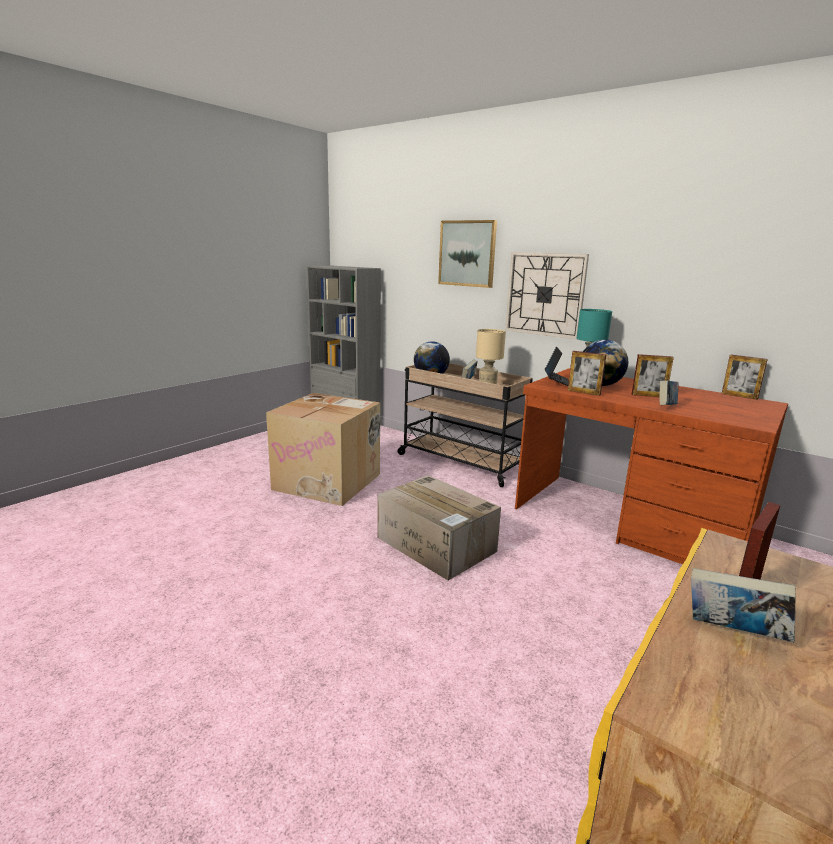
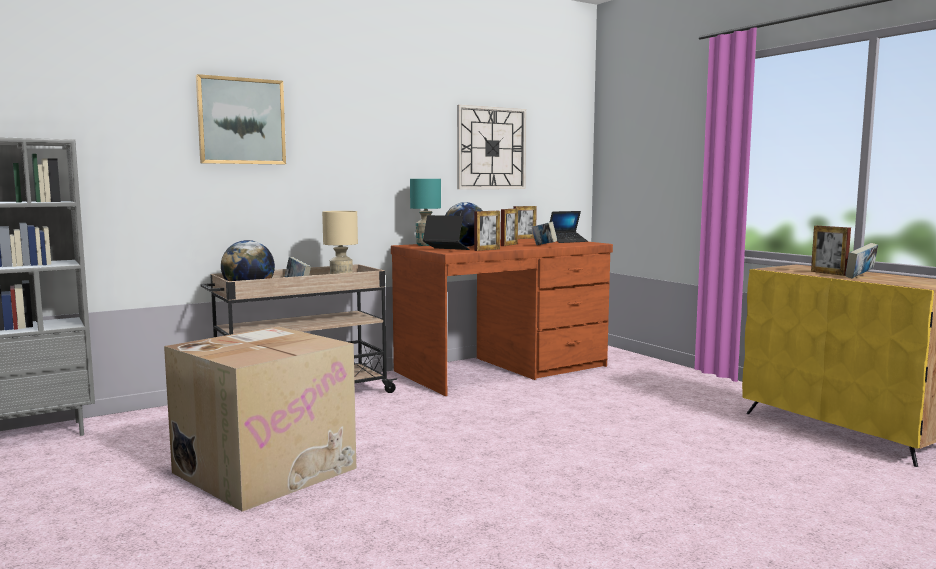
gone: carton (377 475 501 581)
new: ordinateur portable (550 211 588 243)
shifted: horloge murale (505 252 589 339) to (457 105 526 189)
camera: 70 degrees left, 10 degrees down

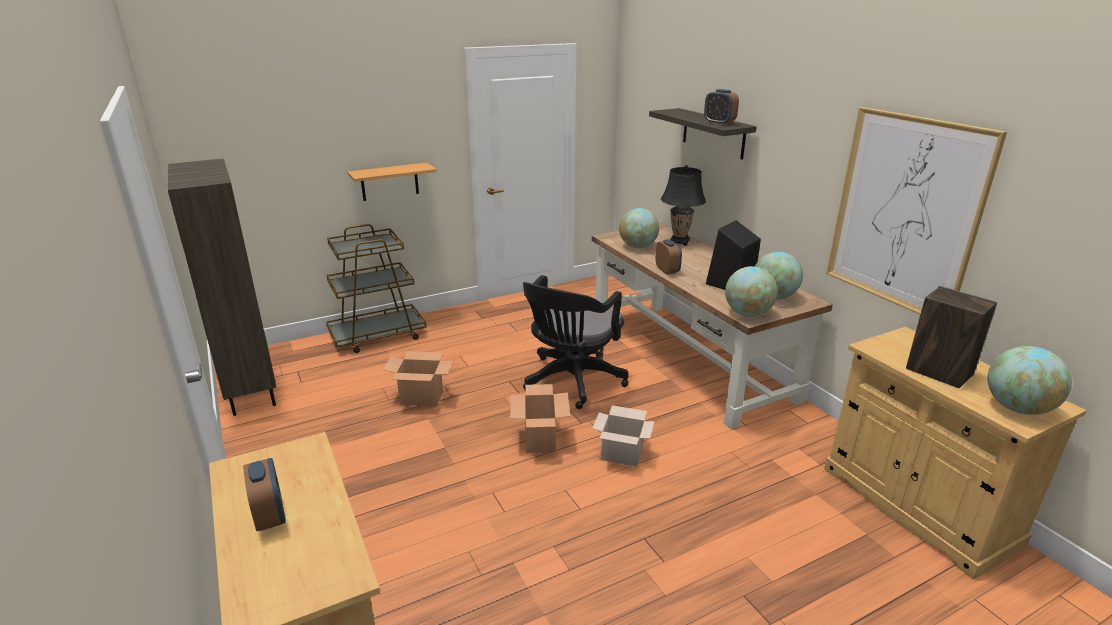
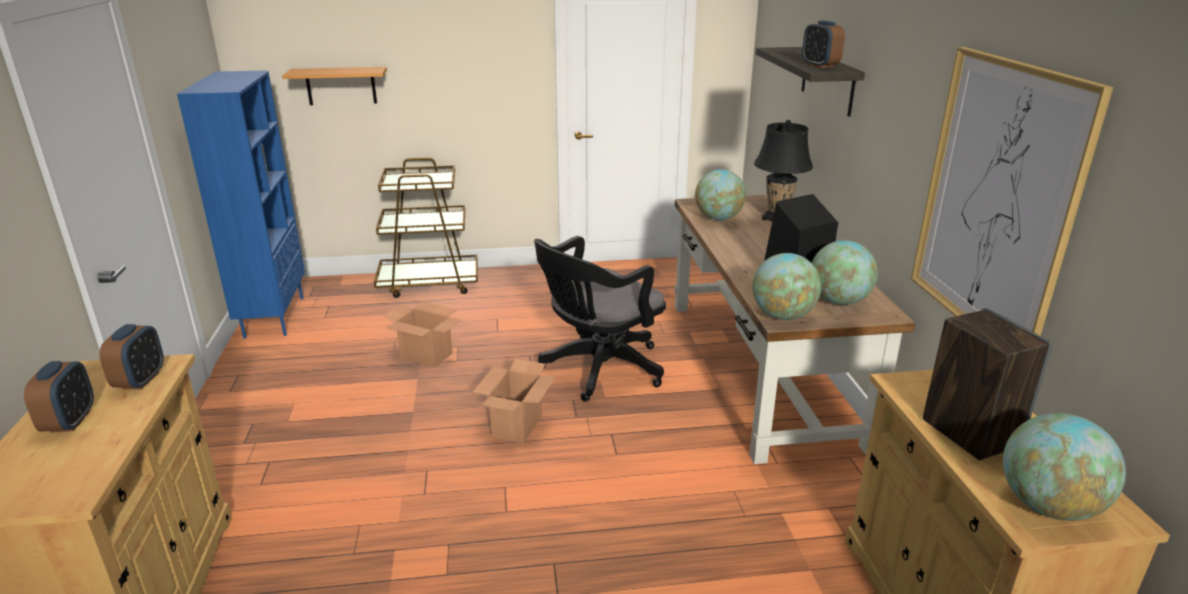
gone: carton (592 405 655 467)
shifted: étagère (348 163 437 201) to (282 67 387 105); réveil (656 239 682 275) to (99 324 164 390)
repainted: bibliothèque (marron) (168 159 276 416) to bibliothèque (bleu) (177 70 305 339)
camera: 20 degrees right, 0 degrees up

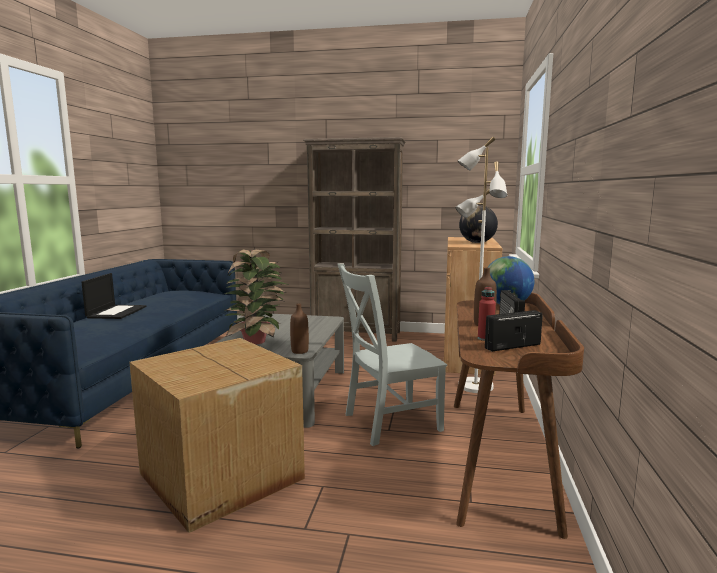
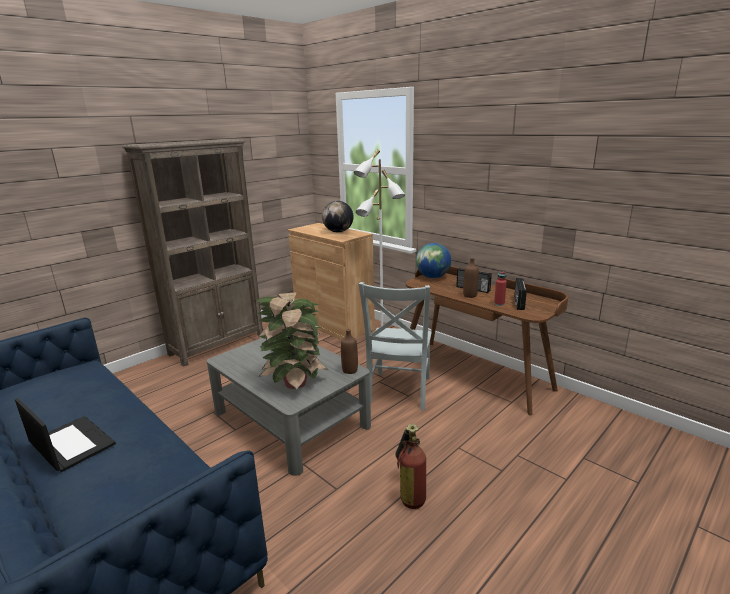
swapped: carton (129 338 305 533) to extincteur (395 424 426 509)
camera: 55 degrees left, 10 degrees up

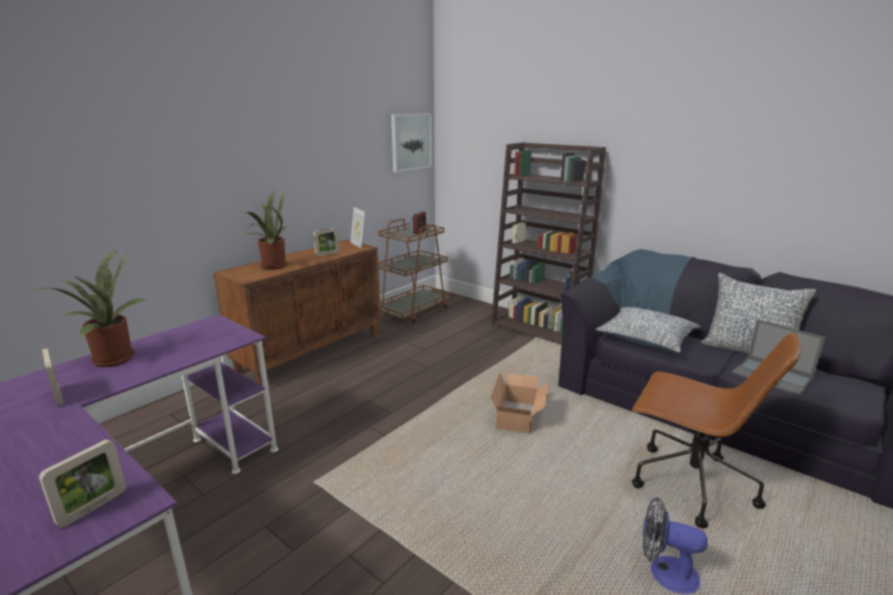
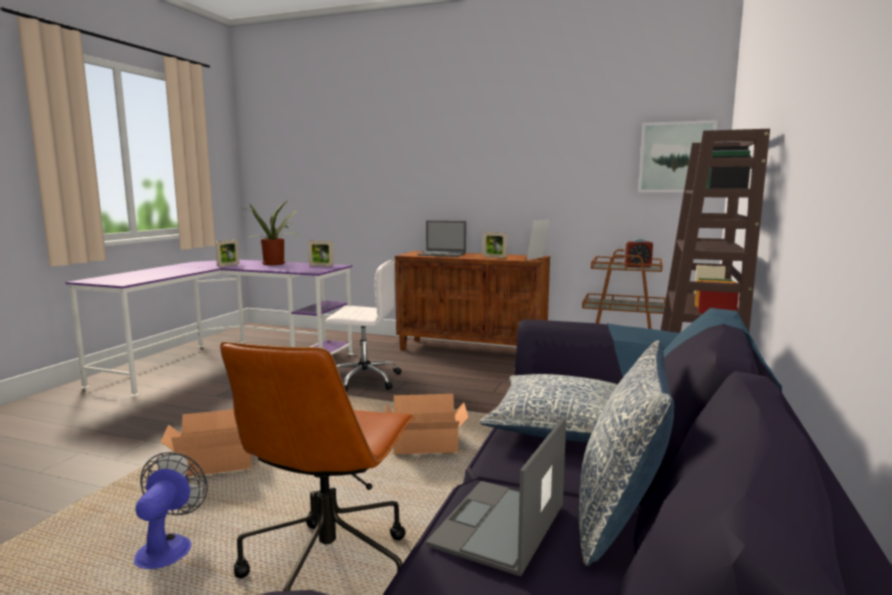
new: chaise de bureau (blanc) (325 260 401 392); carton (161 409 252 477)
shifted: cadre photo (39 439 126 528) to (308 241 334 266)
swapped: plante en pot (239 192 289 270) to ordinateur portable (418 221 466 257)
camera: 70 degrees right, 10 degrees down

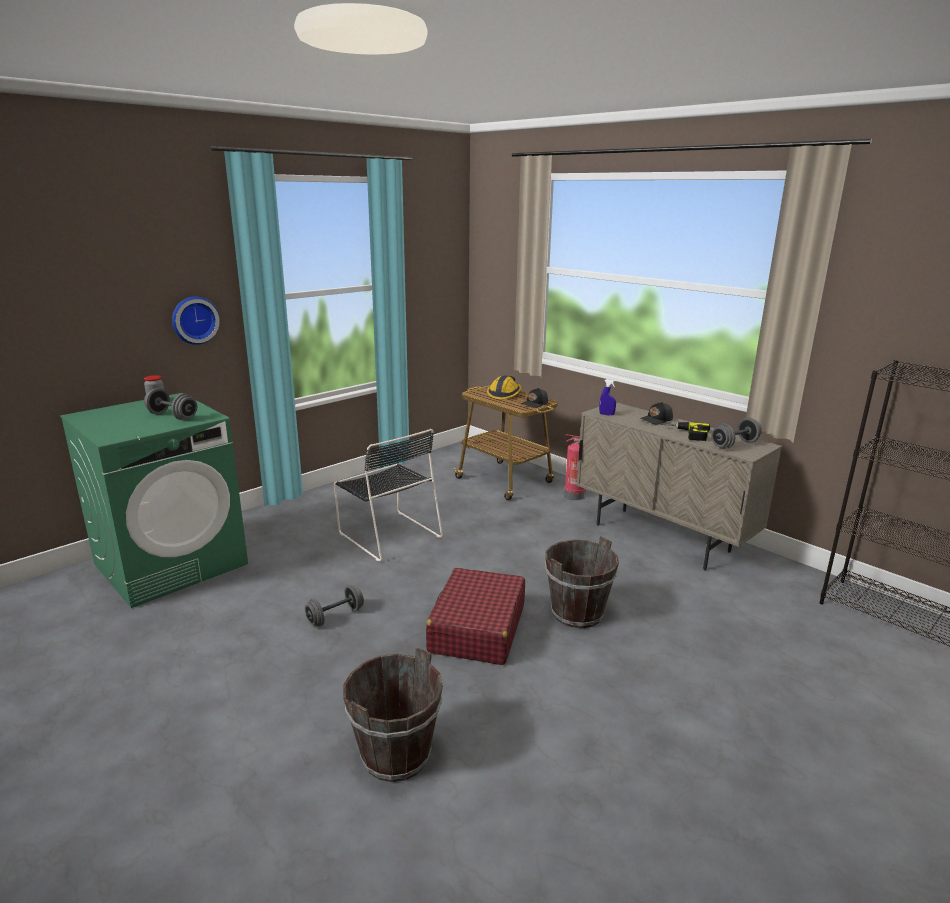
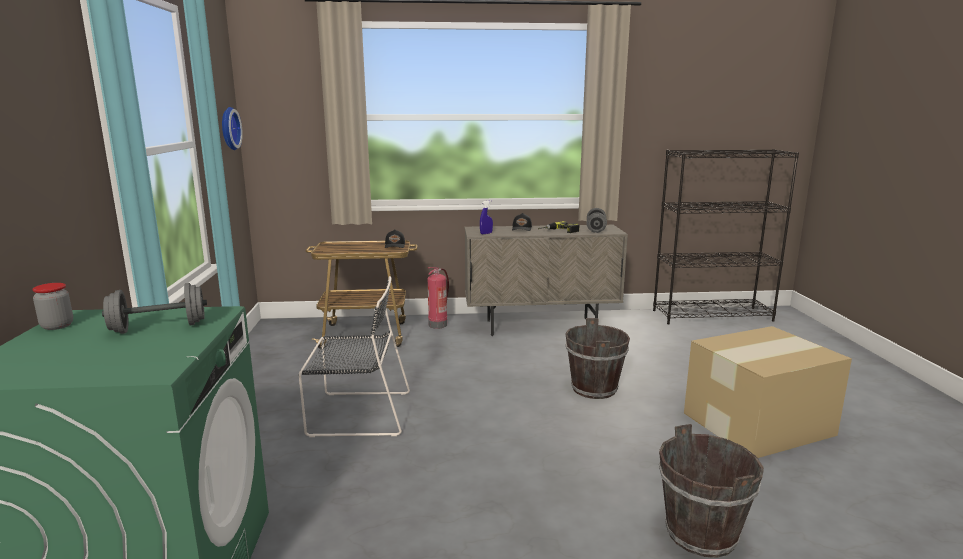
gone: casque de chantier (487 375 521 399); valise (rouge) (426 568 525 665); haltère (gris) (305 585 364 626)
new: carton (684 326 852 458)
shifted: horloge murale (172 296 220 345) to (222 107 243 150)
camera: 50 degrees left, 5 degrees down

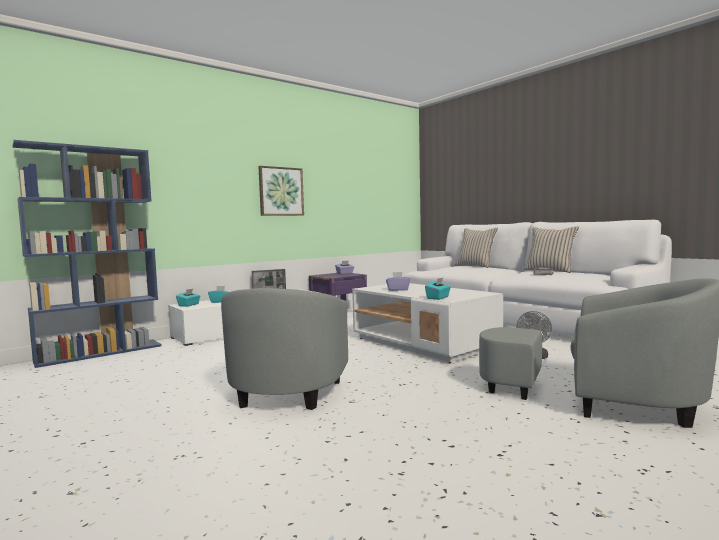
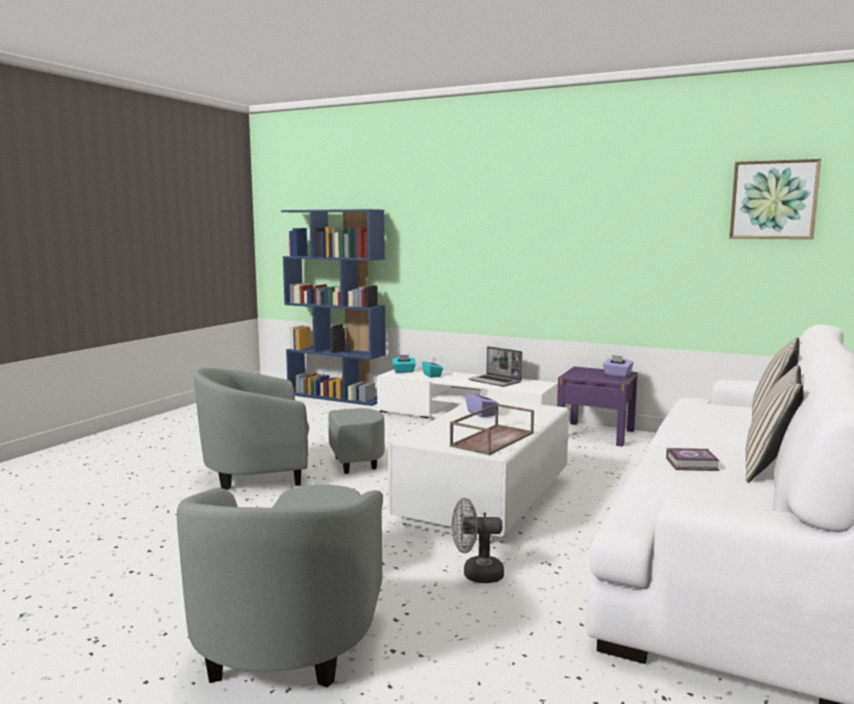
gone: boîte à mouchoirs (turquoise) (425 277 451 300)
new: plateau (marron) (450 404 534 455)
shifted: tableau (258 166 304 216) to (729 159 821 239)
camera: 65 degrees right, 5 degrees up

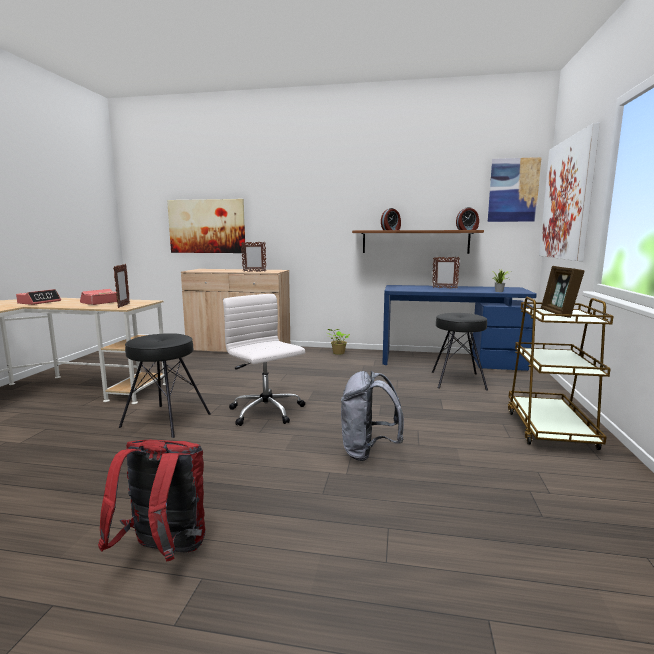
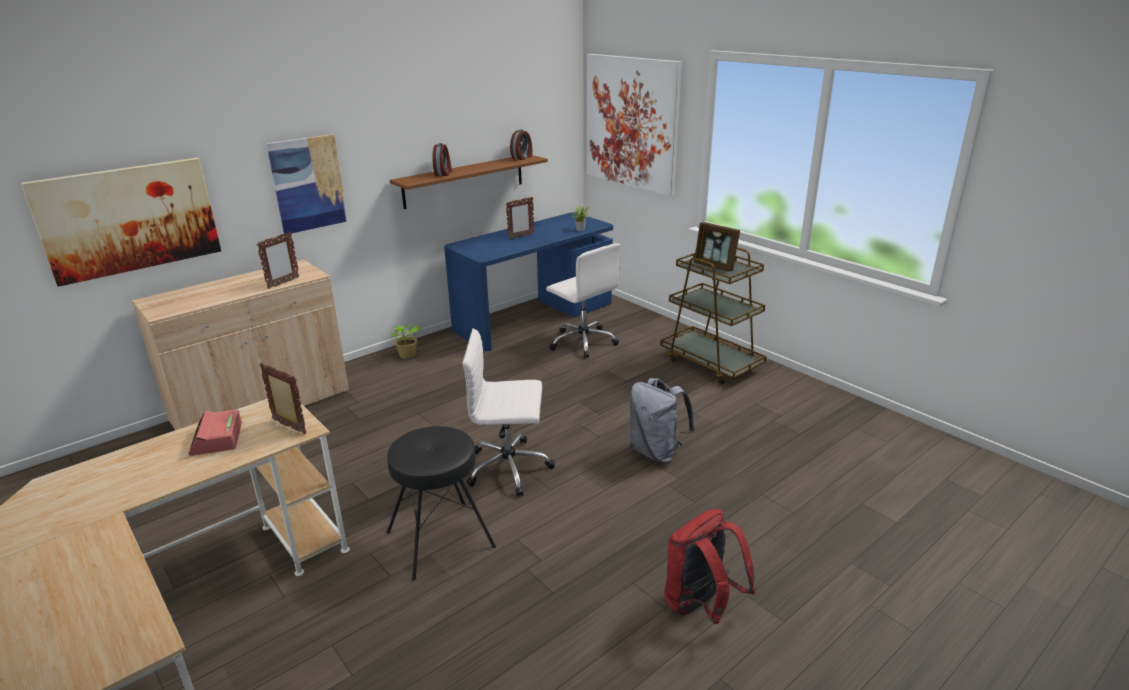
gone: réveil (16 289 61 305)
shifted: tableau (488 157 542 222) to (266 134 348 234)
swapped: tabouret (noir) (432 313 488 391) to chaise de bureau (blanc) (546 243 620 358)
camera: 50 degrees left, 15 degrees up

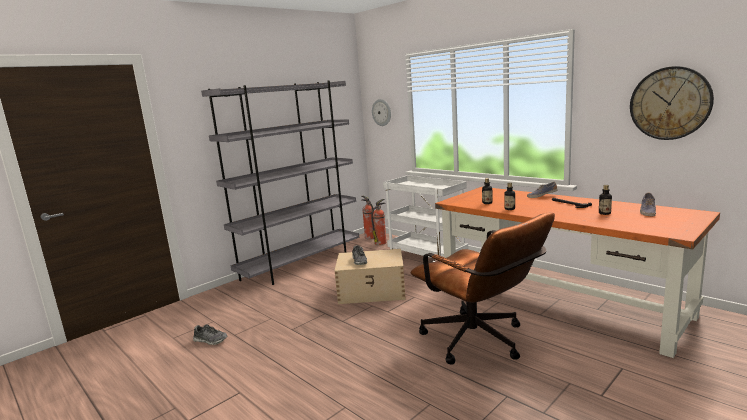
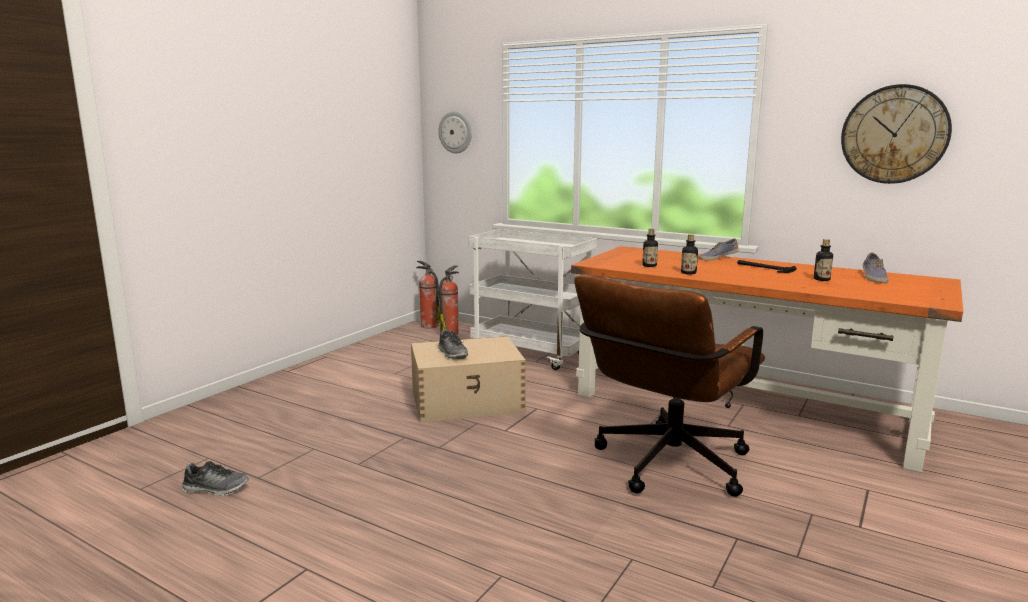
gone: bibliothèque (gris) (201 80 359 285)
rotated: chaise de bureau (marron) (411 212 555 365) = (574 274 765 497) 90 degrees clockwise
camera: 15 degrees left, 0 degrees up

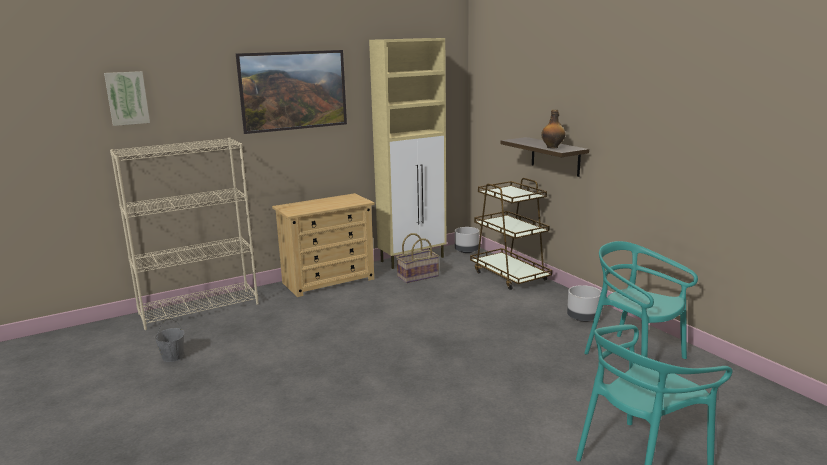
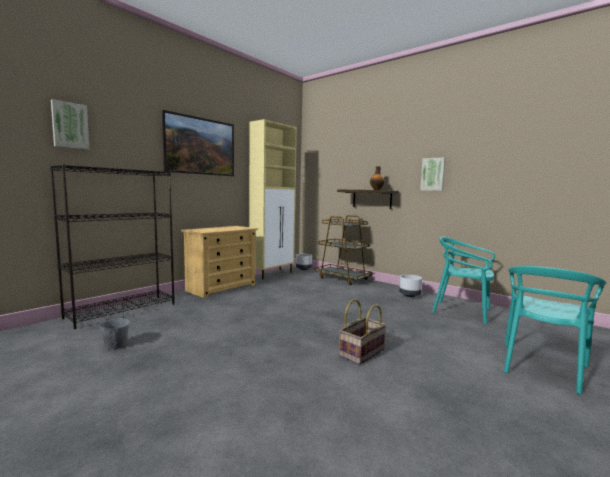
new: tableau (420 157 446 191)
shifted: panier (396 233 439 283) to (339 299 386 365)
repainted: bibliothèque (beige) (110 138 259 330) to bibliothèque (noir) (50 164 175 329)
camera: 20 degrees left, 10 degrees down

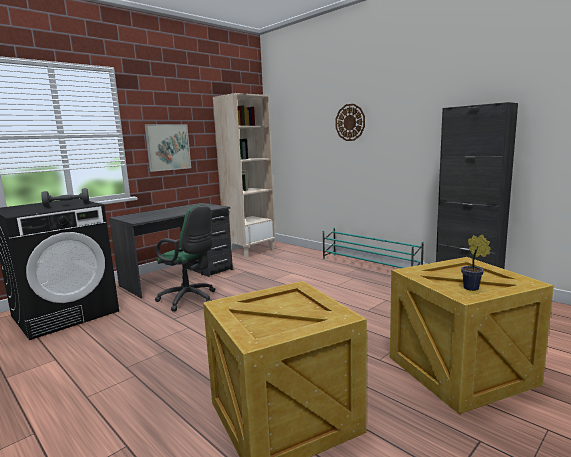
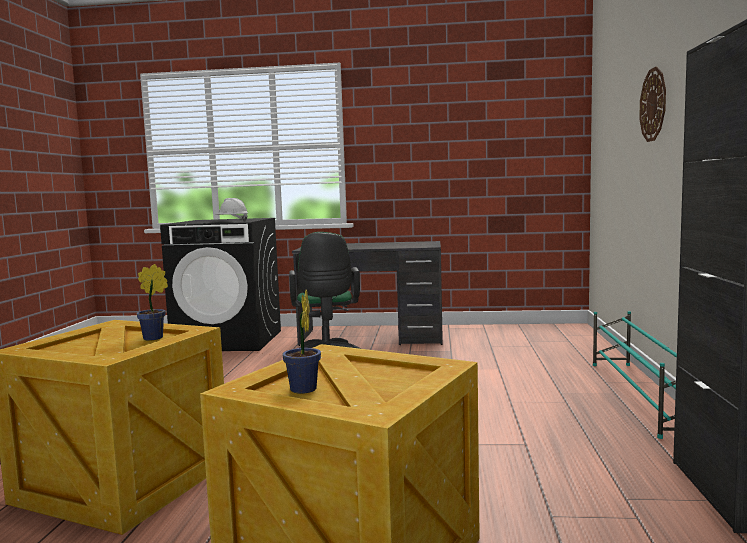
gone: bibliothèque (beige) (213 93 276 259); tableau (145 124 191 172)
new: plante en pot (137 264 168 341)
swapped: haltère (gris) (41 188 89 207) to casque de chantier (blanc) (215 198 248 221)
camera: 50 degrees right, 5 degrees down

